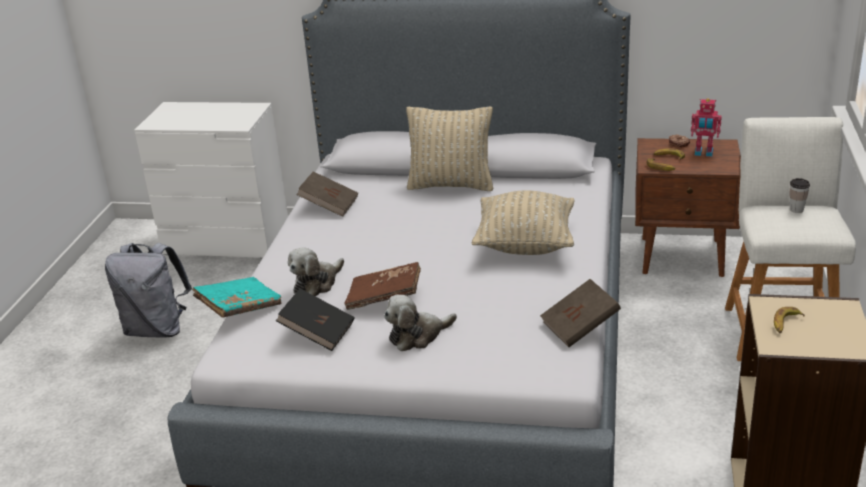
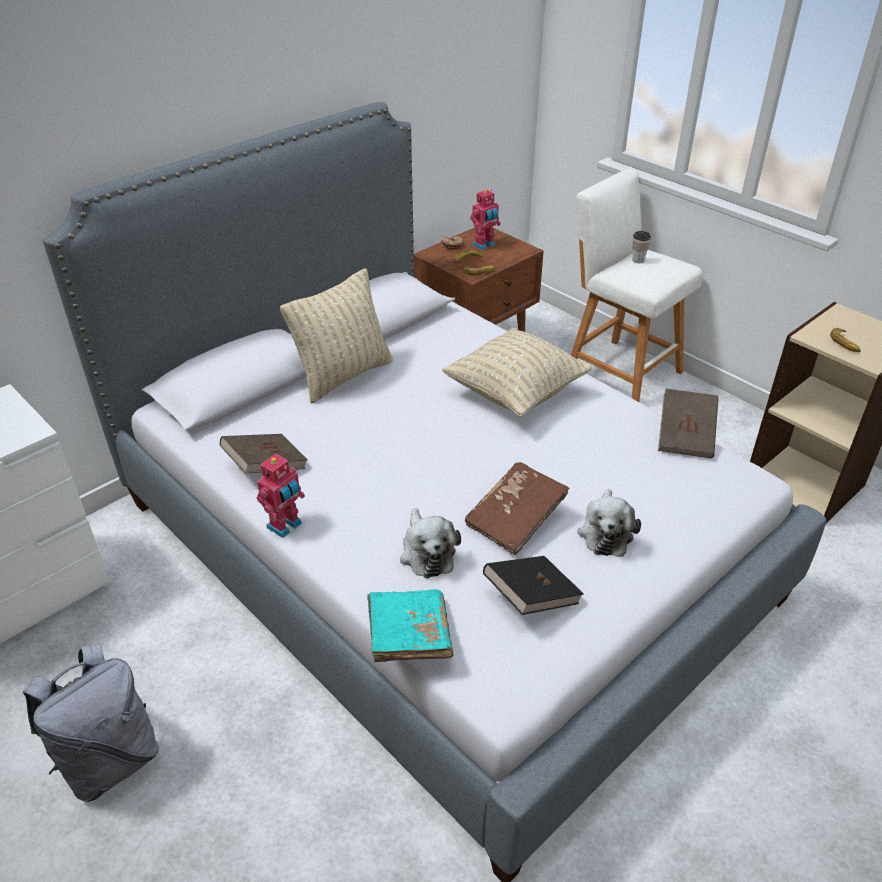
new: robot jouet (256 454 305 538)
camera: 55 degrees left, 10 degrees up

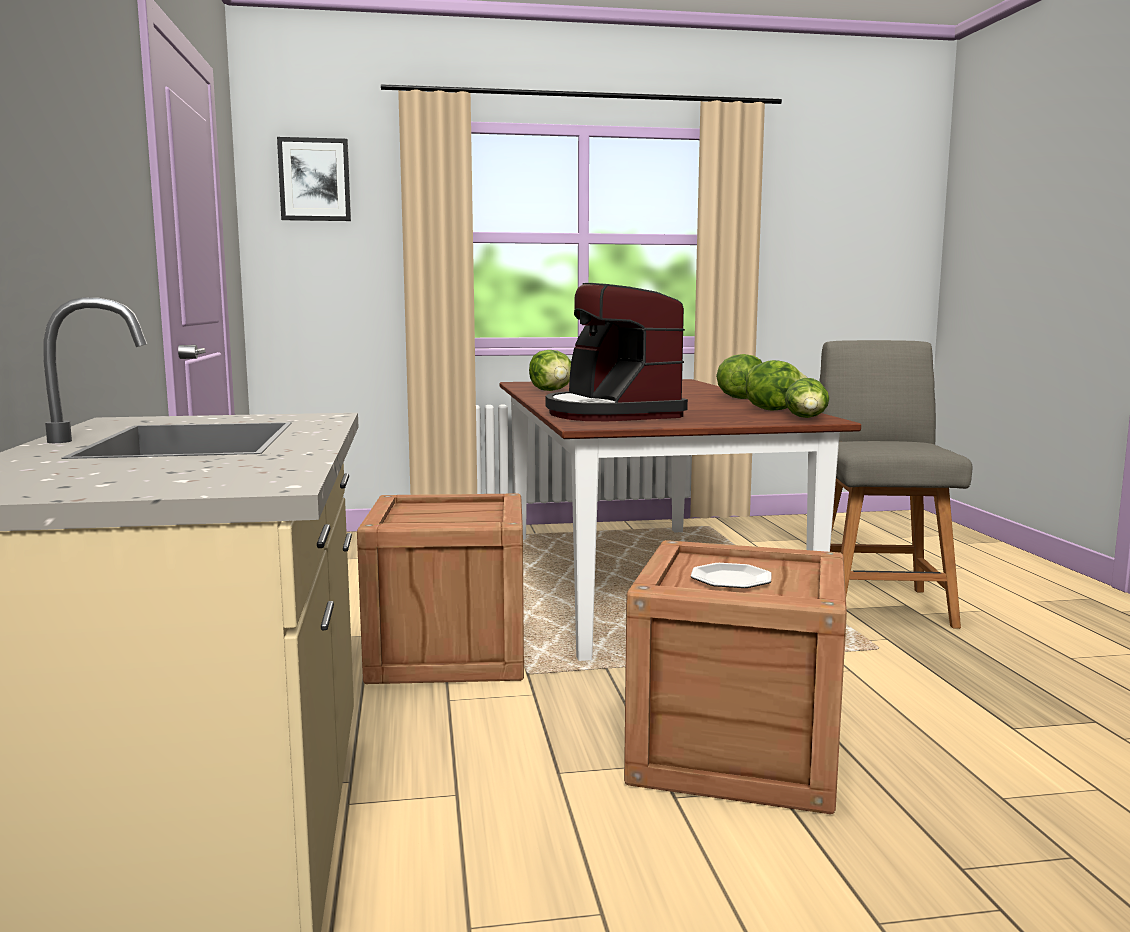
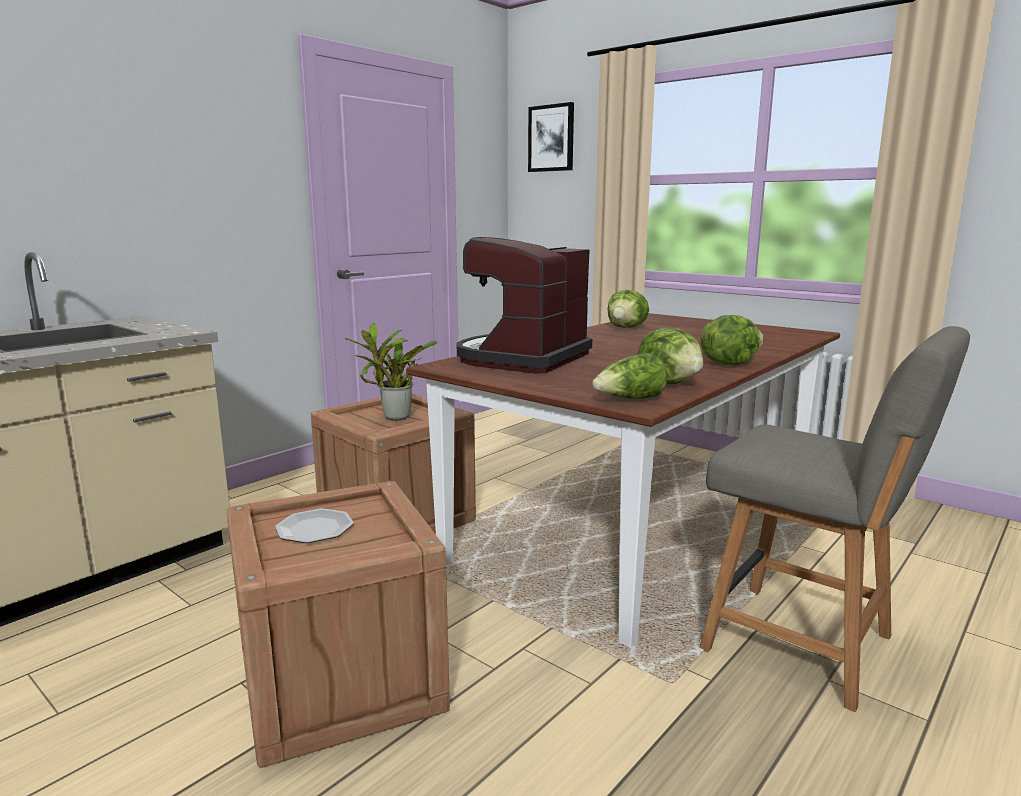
new: plante en pot (345 323 438 420)
rotated: chaise (gris) (819 340 973 629) = (700 326 970 712) 75 degrees clockwise
camera: 50 degrees right, 5 degrees up

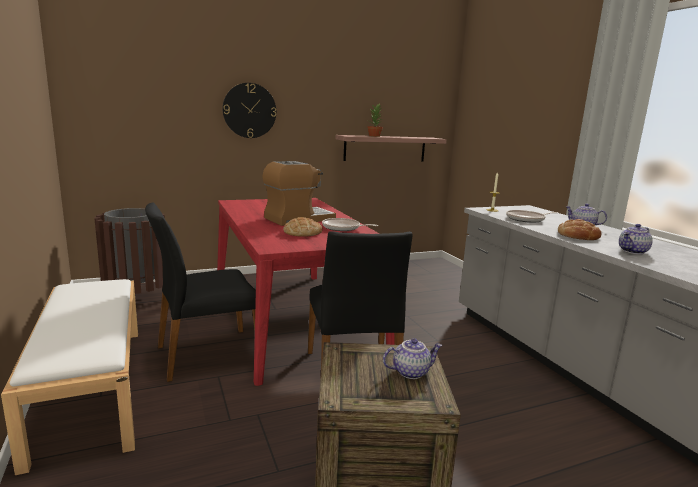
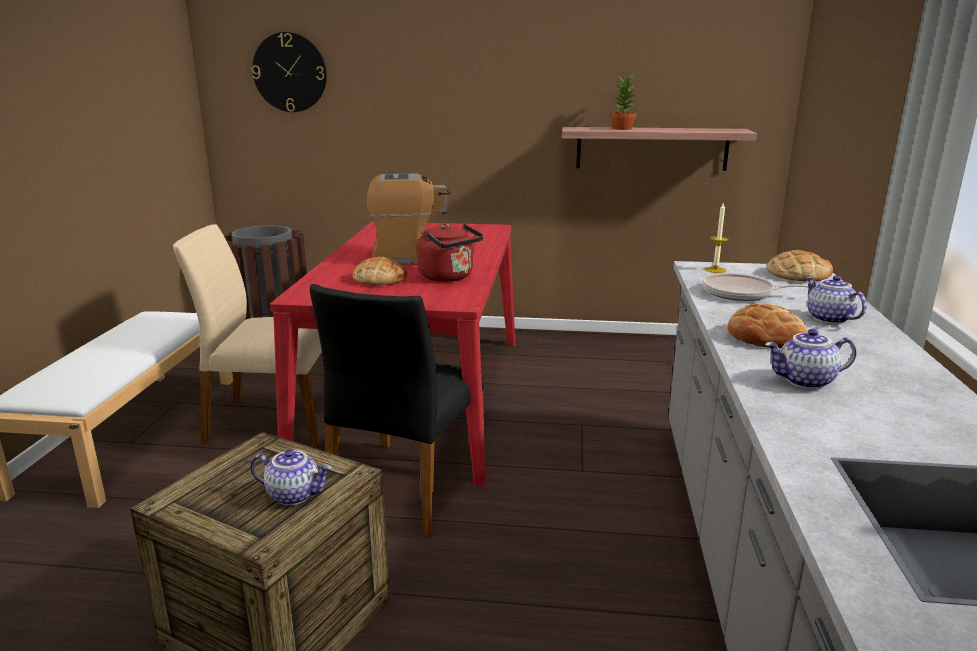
new: pain (767 250 833 281)
shifted: horloge murale (223 83 276 138) to (252 32 327 112)
swapped: poêle (322 218 378 231) to bouilloire (rouge) (417 224 484 282)
repainted: chaise (noir) (145 202 256 382) to chaise (beige) (173 224 322 448)
camera: 30 degrees right, 5 degrees up

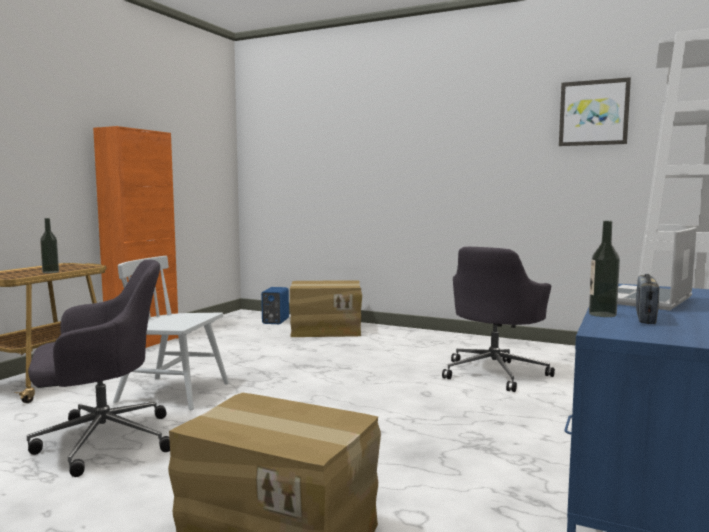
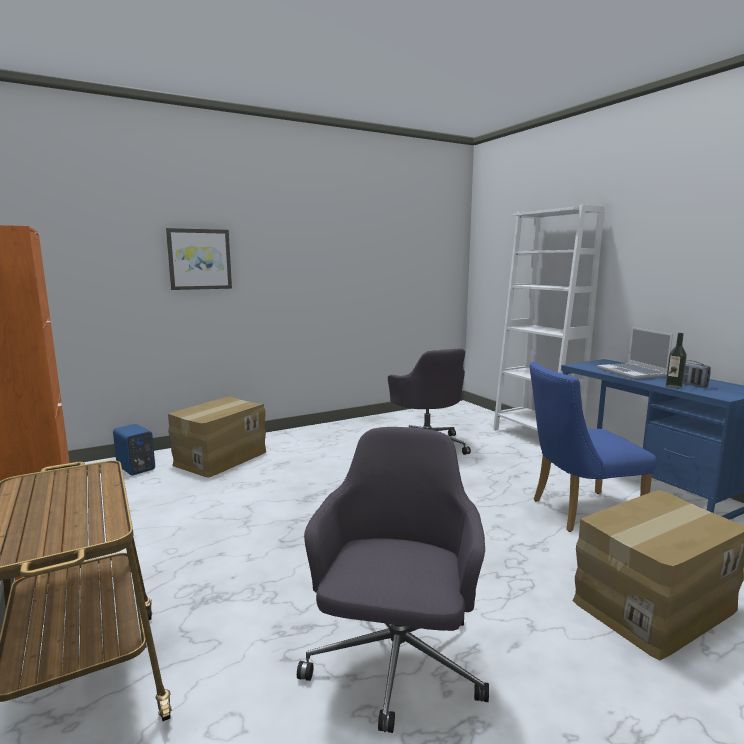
gone: bouteille (40 218 59 273); chaise (blanc) (113 256 229 410)
new: chaise (bleu) (530 362 657 532)
shifted: tableau (559 77 631 146) to (166 228 232 290)
camera: 55 degrees left, 5 degrees up

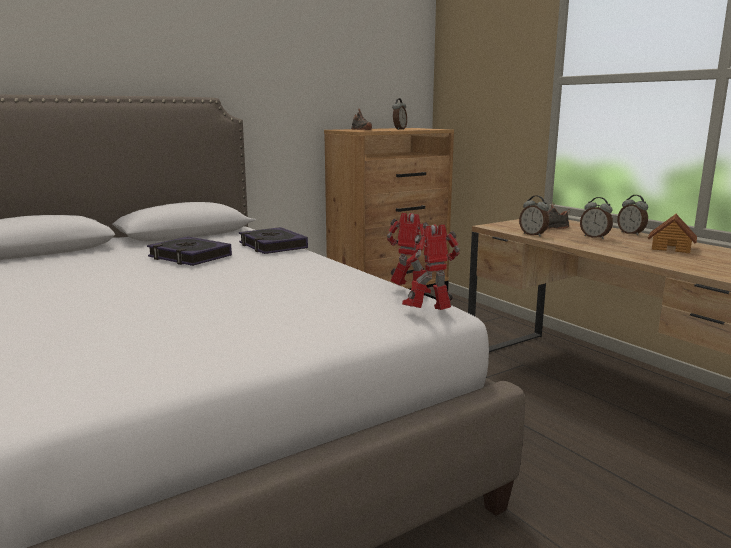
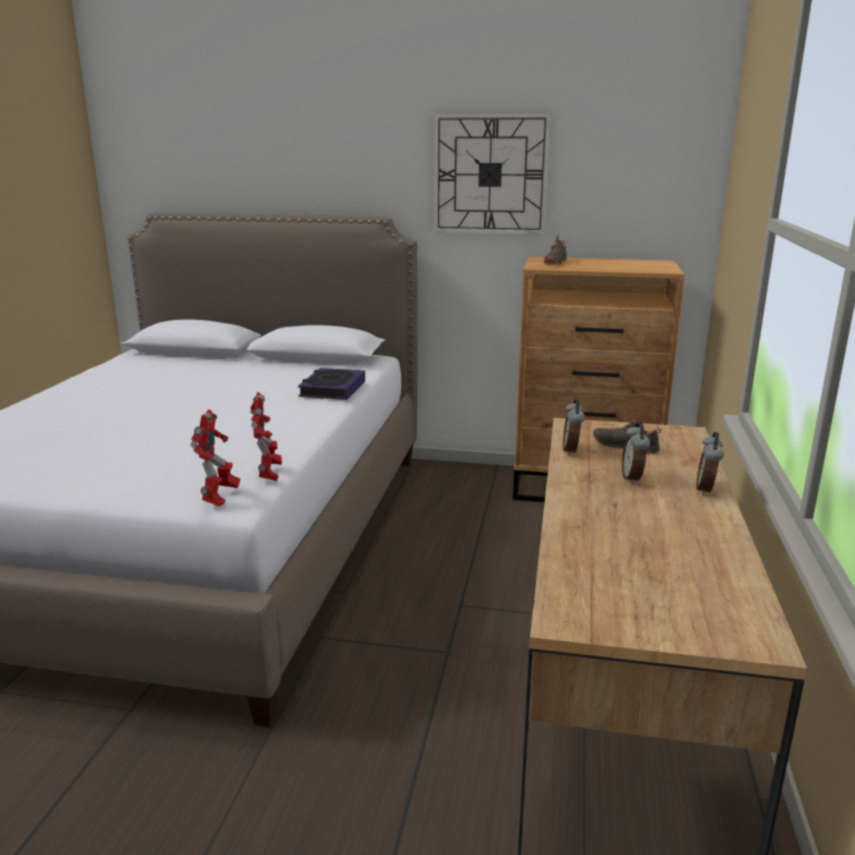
gone: réveil (392 98 407 130); maison miniature (648 214 697 253); livre (147 236 232 266)
new: horloge murale (433 113 551 235)
rotated: robot jouet (402 224 460 310) = (190 409 240 507) 75 degrees clockwise
camera: 45 degrees right, 5 degrees up

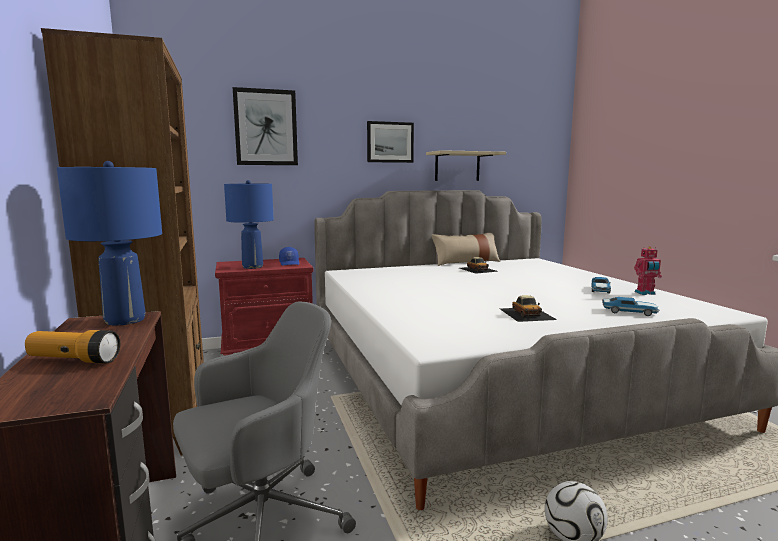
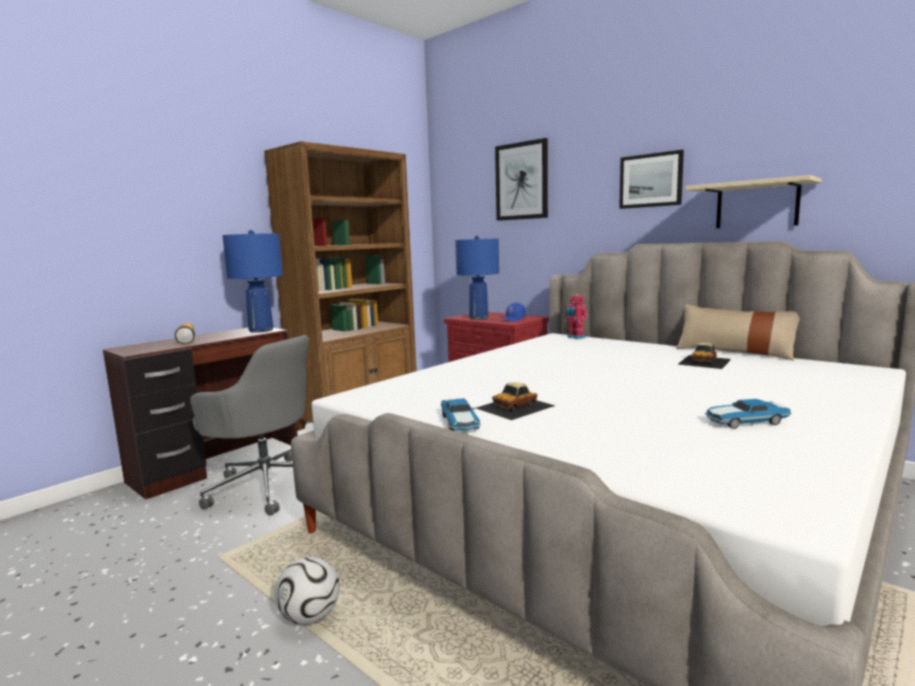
shifted: robot jouet (634 247 662 295) to (564 294 588 339); petite voiture (602 297 660 316) to (441 398 481 431)
camera: 60 degrees right, 0 degrees up

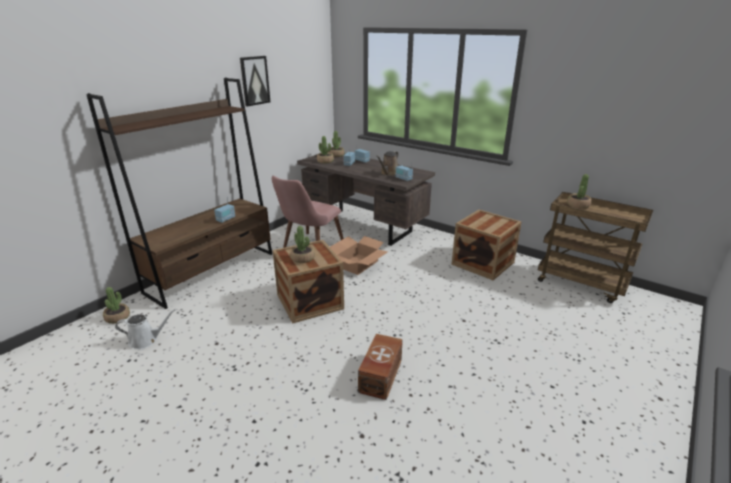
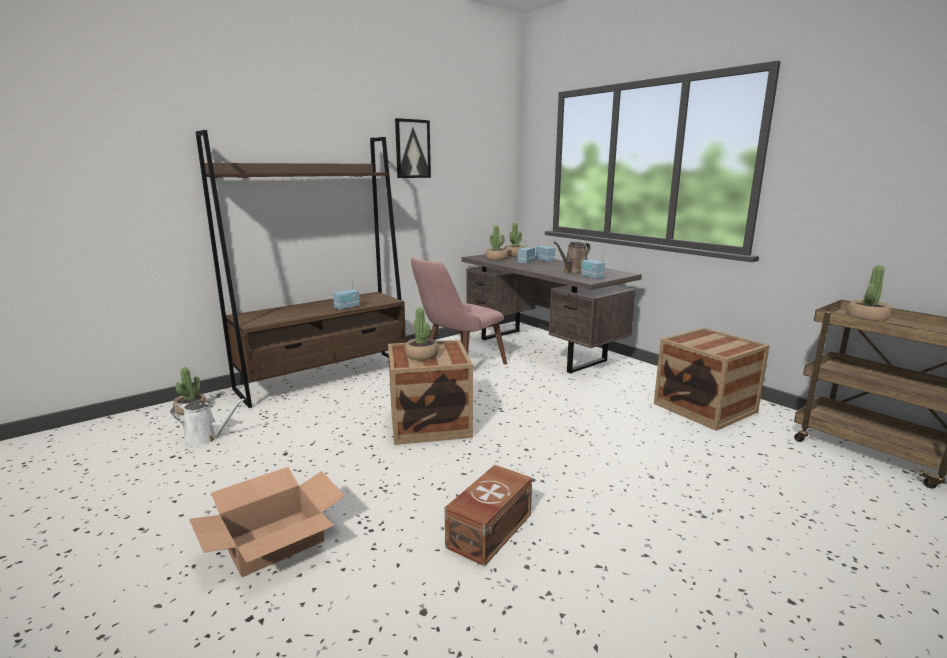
shifted: carton (330 236 388 275) to (189 467 345 577)
camera: 15 degrees right, 10 degrees down

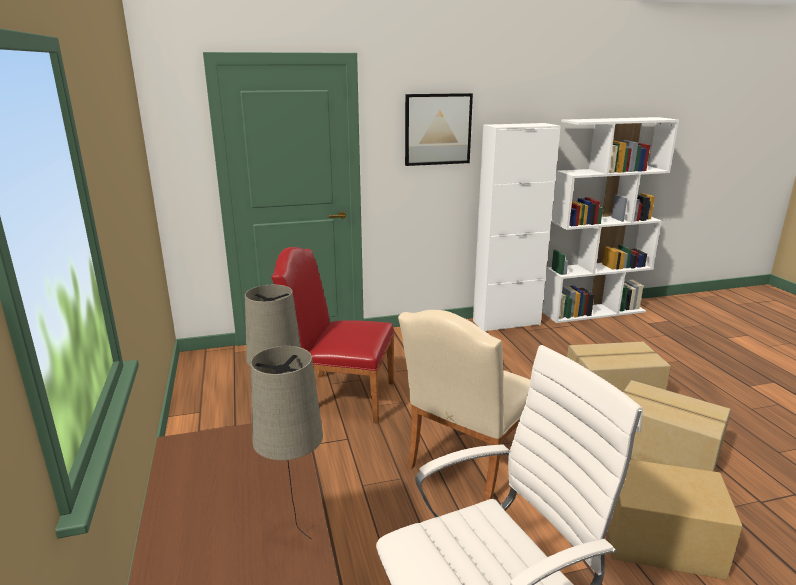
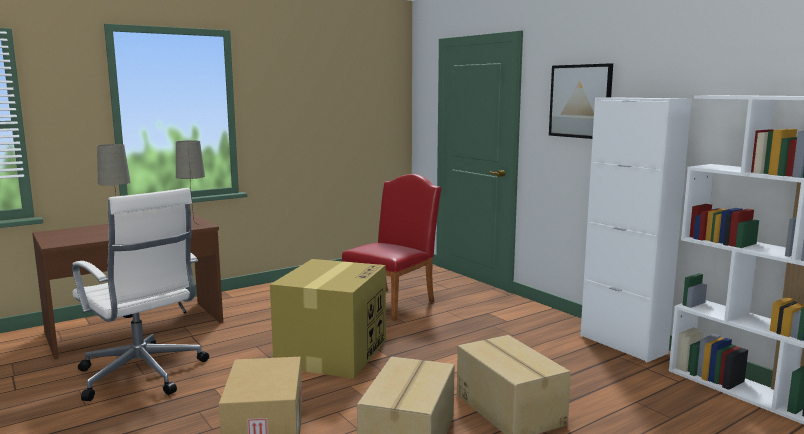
swapped: chaise (beige) (398 310 531 501) to carton (270 259 386 378)
rotated: chaise (rouge) (271 247 394 424) = (341 174 442 321) 45 degrees clockwise
camera: 70 degrees right, 10 degrees down

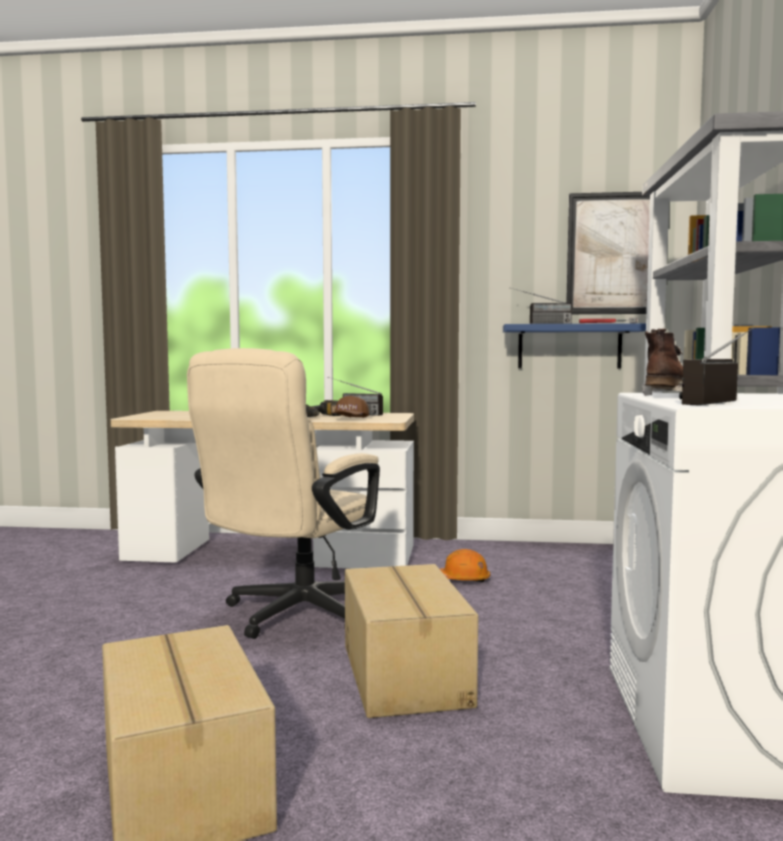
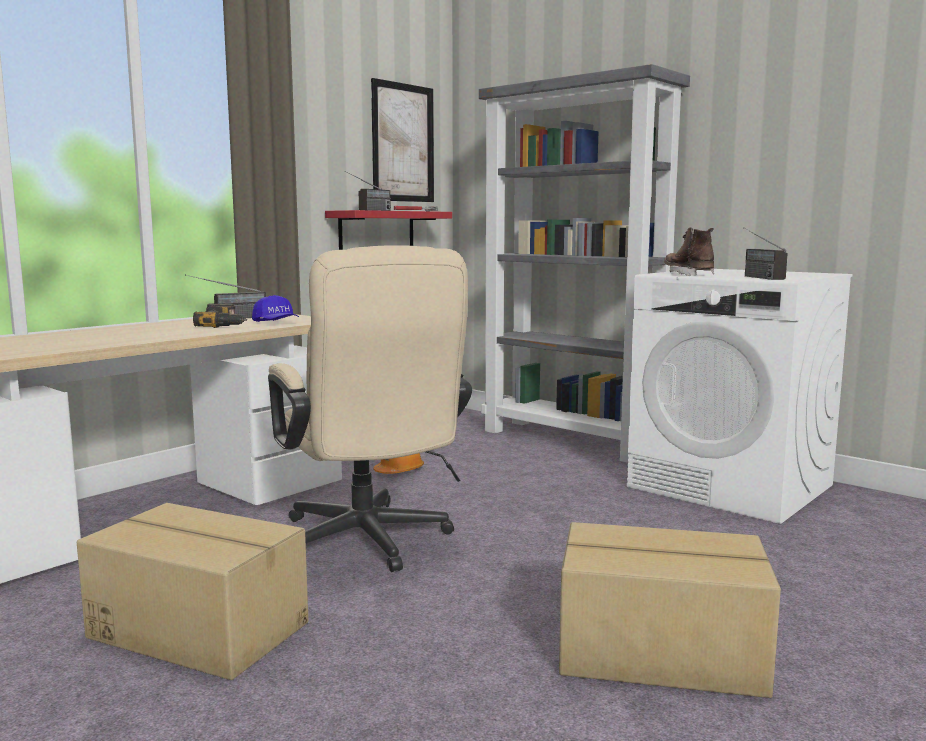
shifted: carton (345 564 478 718) to (77 503 308 680)
repainted: étagère (bleu) (503 323 646 369) to étagère (rouge) (325 210 452 250); casquette (marron) (332 395 369 418) to casquette (bleu) (252 295 299 322)
camera: 55 degrees left, 5 degrees up

